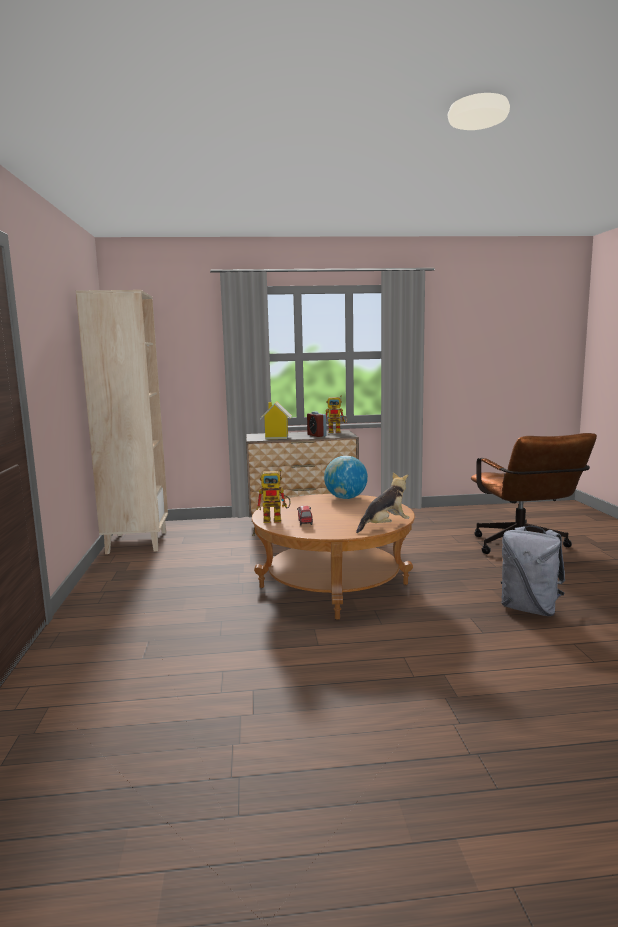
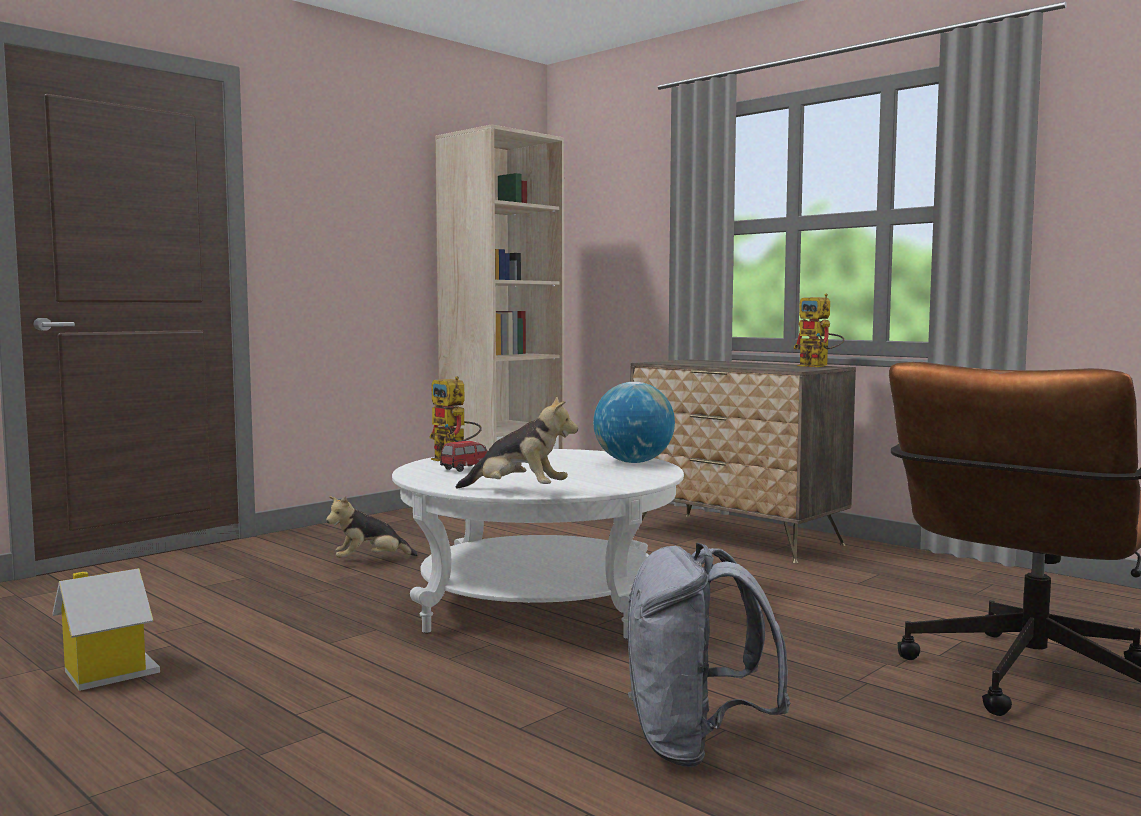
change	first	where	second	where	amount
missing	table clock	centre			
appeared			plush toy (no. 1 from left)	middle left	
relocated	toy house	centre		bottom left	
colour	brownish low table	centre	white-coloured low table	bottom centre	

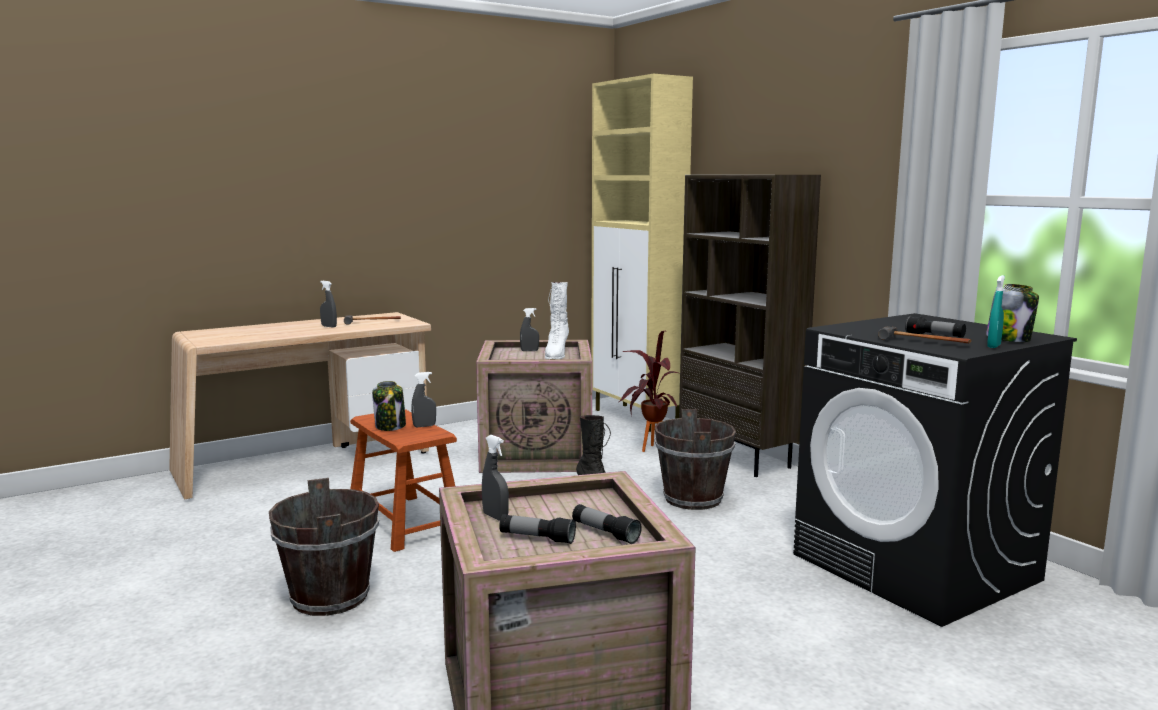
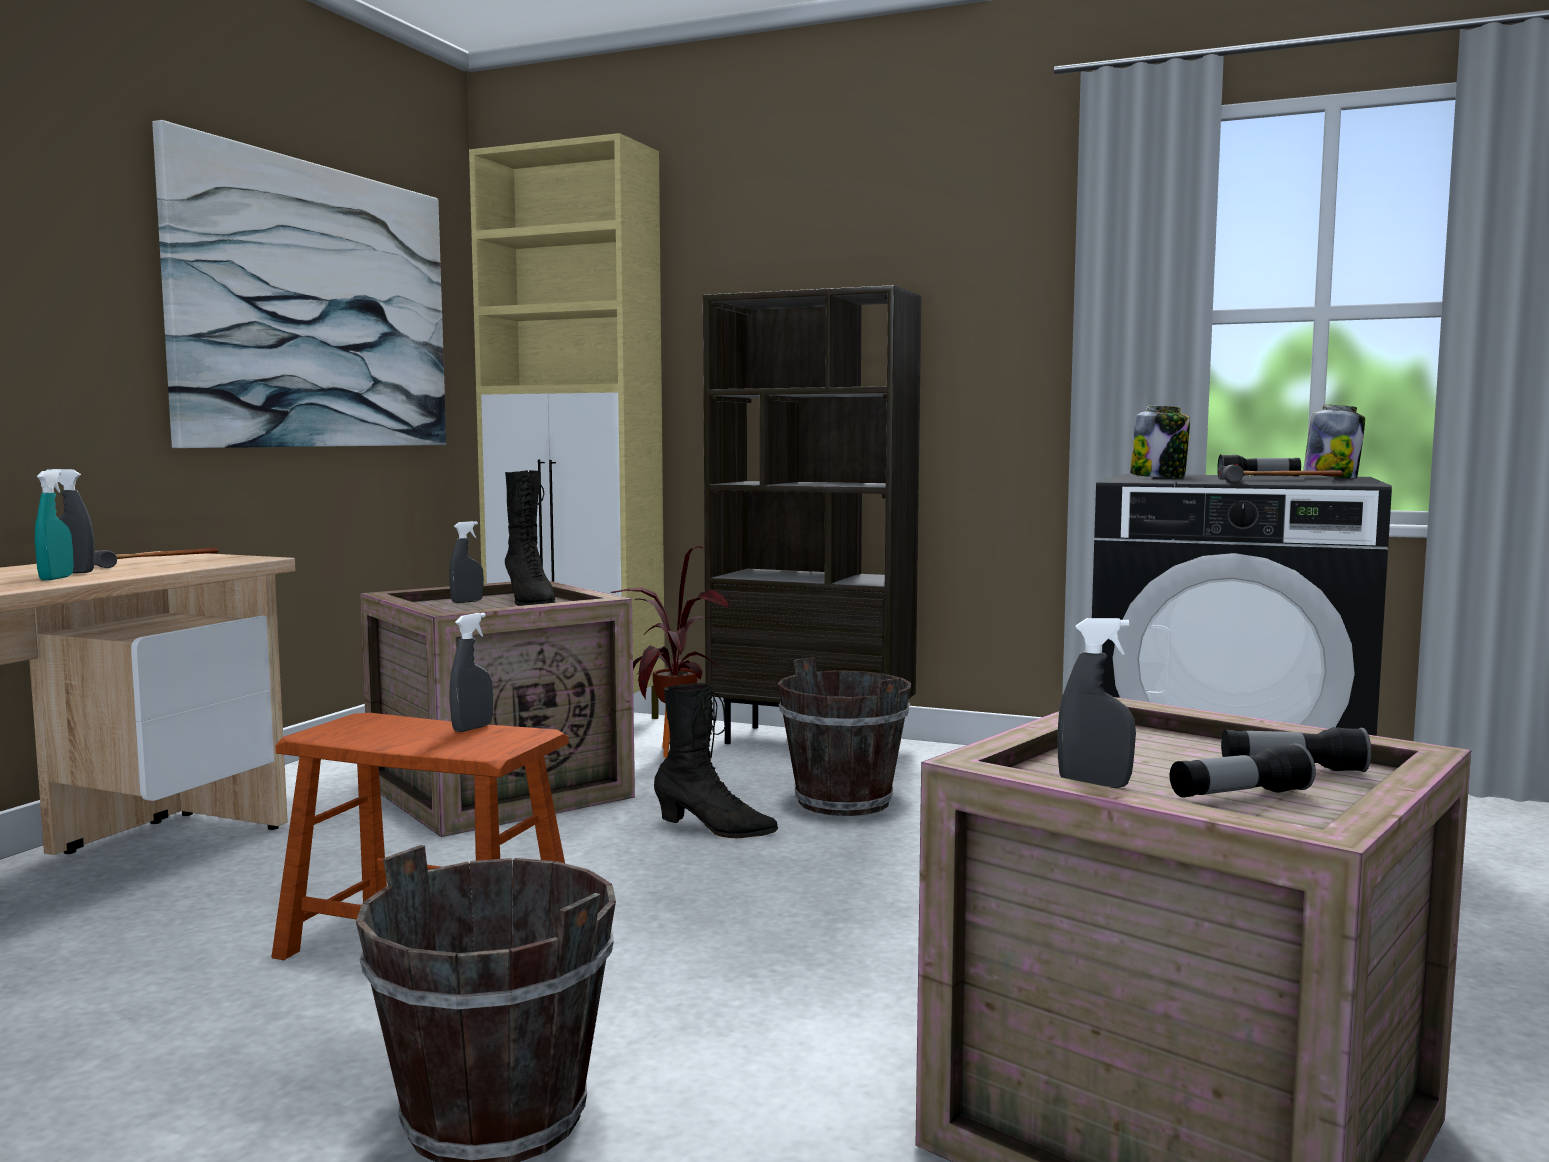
change	first	where	second	where	amount
appeared			wall art	top left	
relocated	jar (no. 1 from left)	centre		middle right	
relocated	blue-green spray bottle	middle right		middle left	
colour	white-coloured high-top boot	centre	blackish high-top boot (no. 1 from left)	centre	

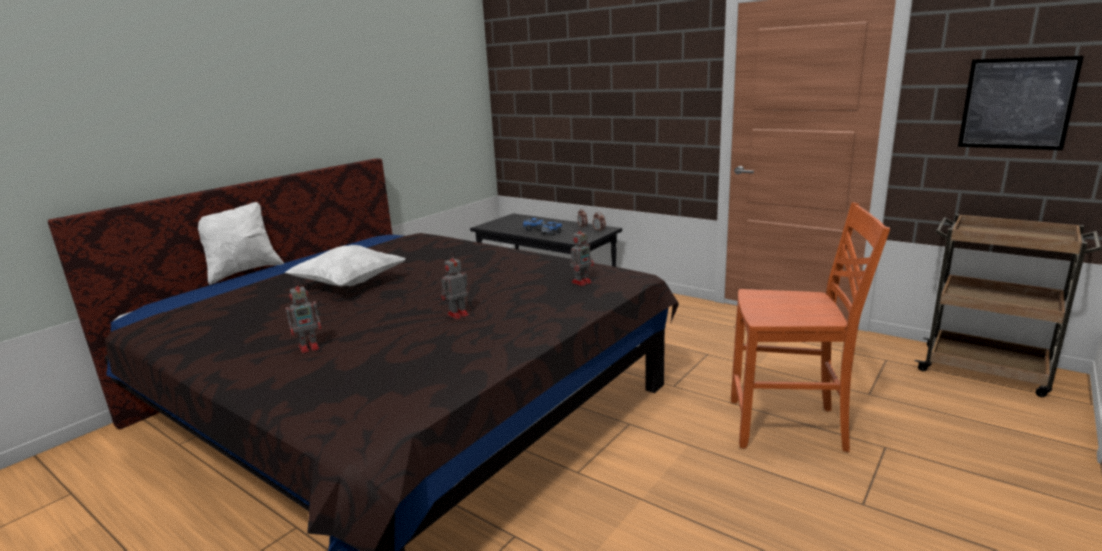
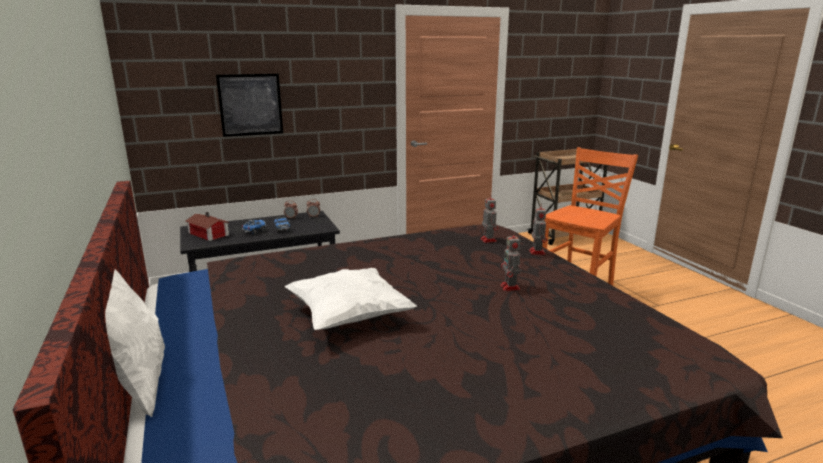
change	first	where	second	where	amount
appeared			toy house	middle left	
relocated	model robot (no. 1 from left in the first image)	middle left	model robot (no. 3 from left)	centre	
relocated	wall art	top right		top left	

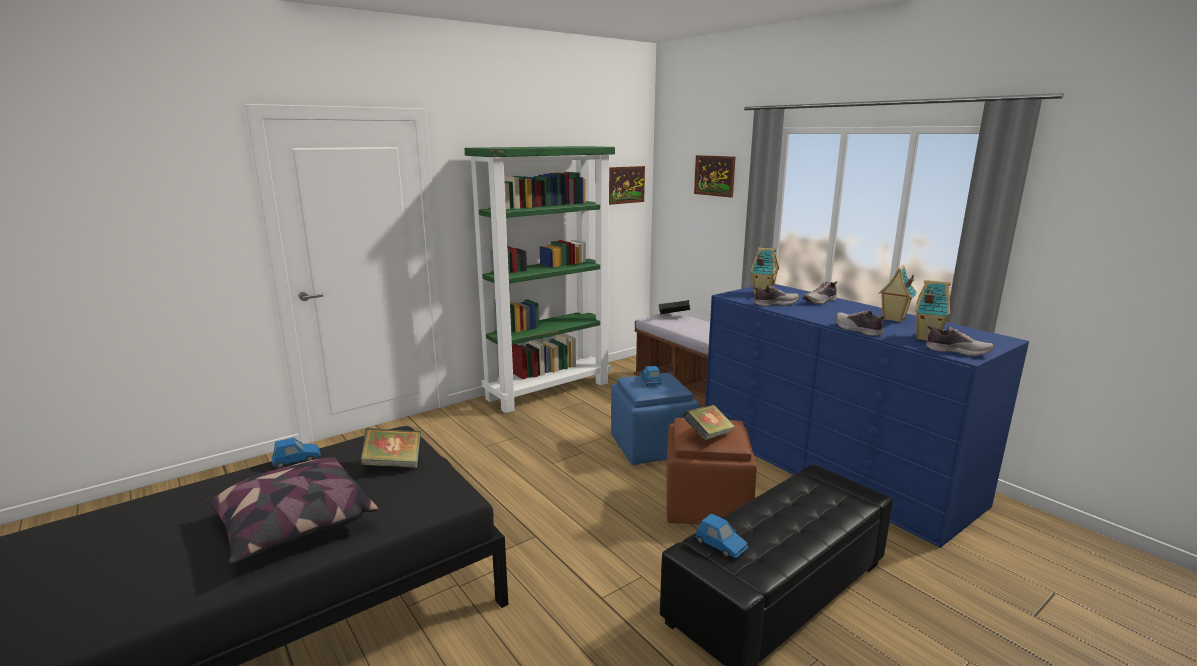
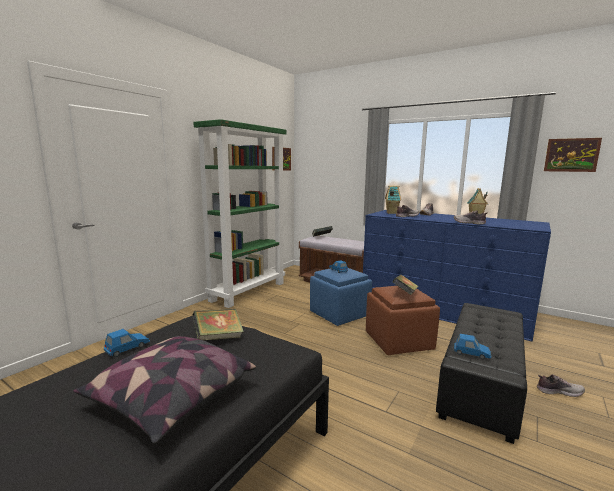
change	first	where	second	where	amount
missing	toy house (no. 3 from left)	middle right			
relocated	wall art (no. 2 from left)	top centre		top right	
relocated	item of footwear (no. 4 from left)	middle right		bottom right	

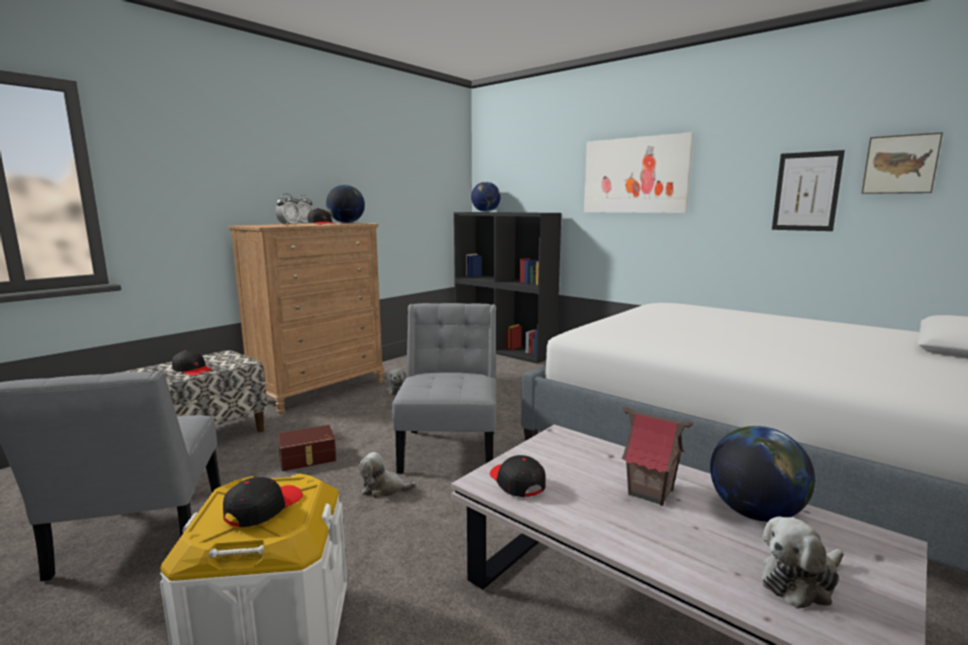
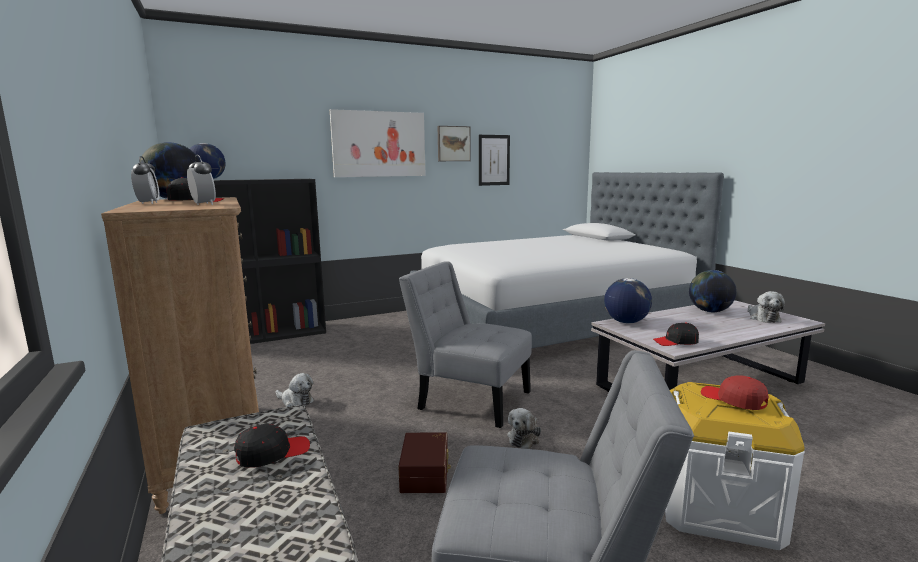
change	first	where	second	where	amount
missing	toy house	bottom right			
appeared			desk globe (no. 3 from left)	middle right	
relocated	wall art (no. 3 from left in the first image)	top right	wall art (no. 2 from left)	top centre	
colour	blackish baseball cap (no. 2 from left)	bottom left	reddish baseball cap	bottom right	

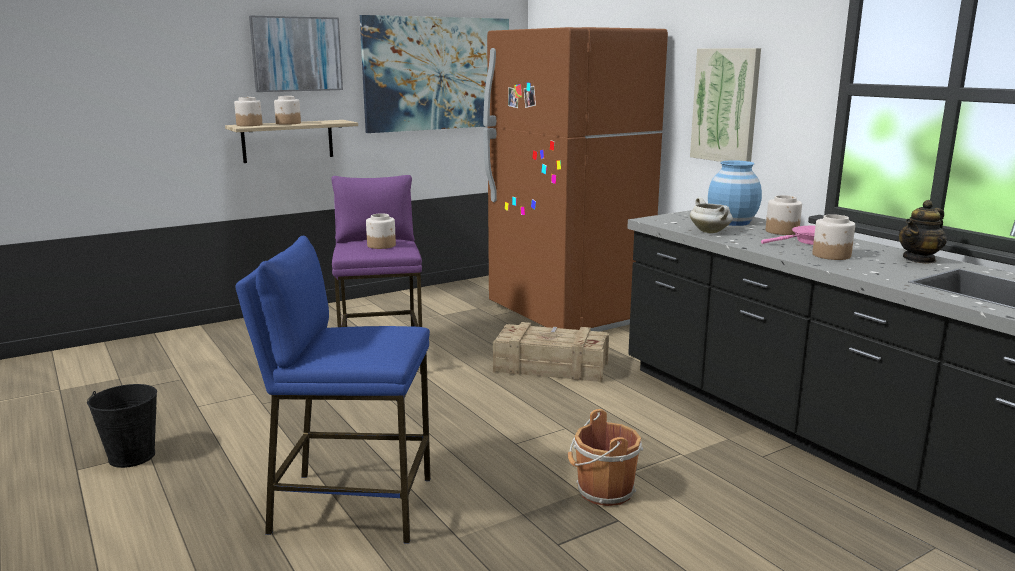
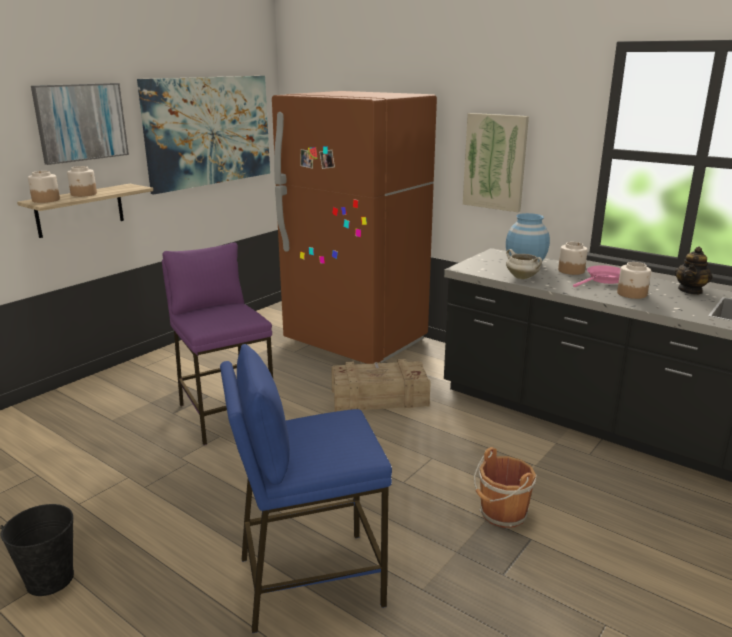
change	first	where	second	where	amount
missing	jar (no. 3 from left)	centre			

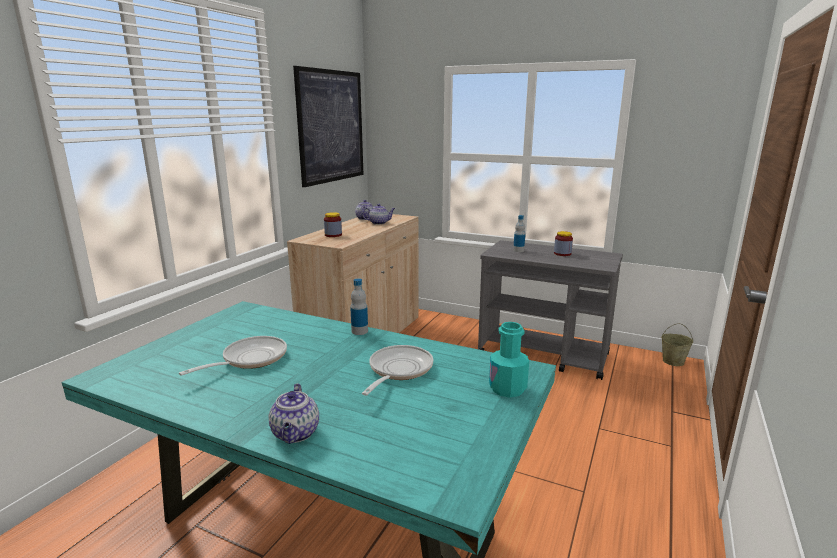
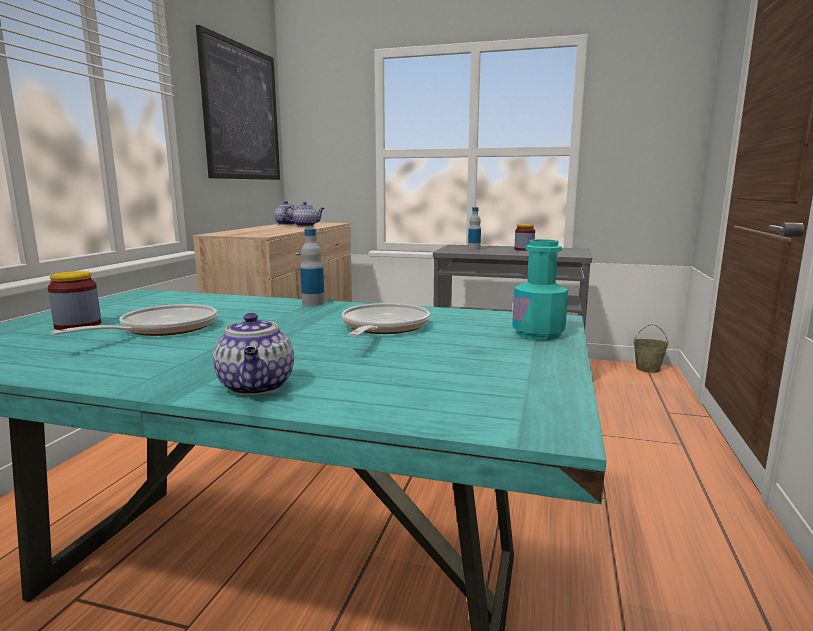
change	first	where	second	where	amount
relocated	jar (no. 1 from left)	centre		middle left	

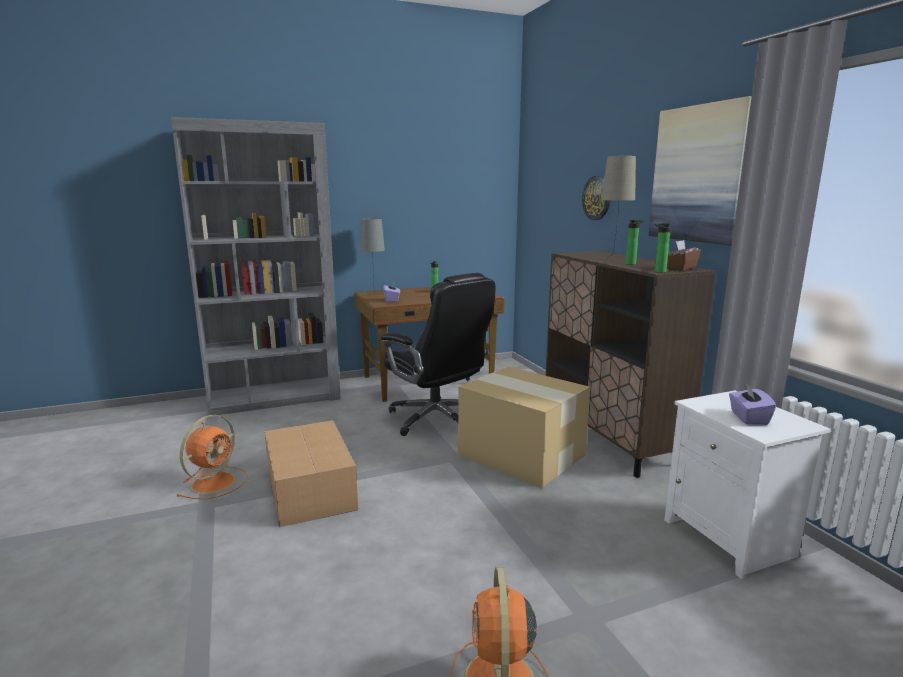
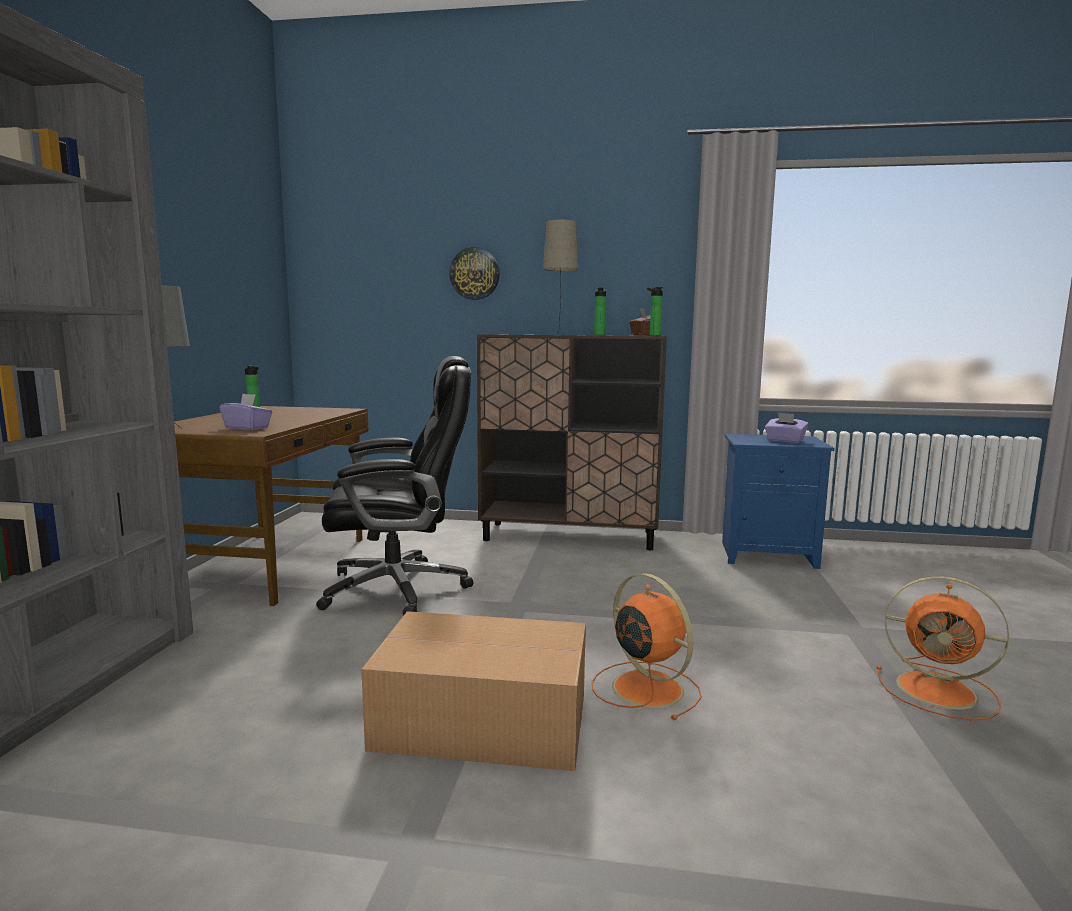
change	first	where	second	where	amount
missing	cardboard box (no. 2 from left)	centre			
missing	wall art	top right			
relocated	orangey fan (no. 1 from left)	bottom left		bottom centre	
colour	white-coloured bedside table	bottom right	blue bedside table	middle right	

